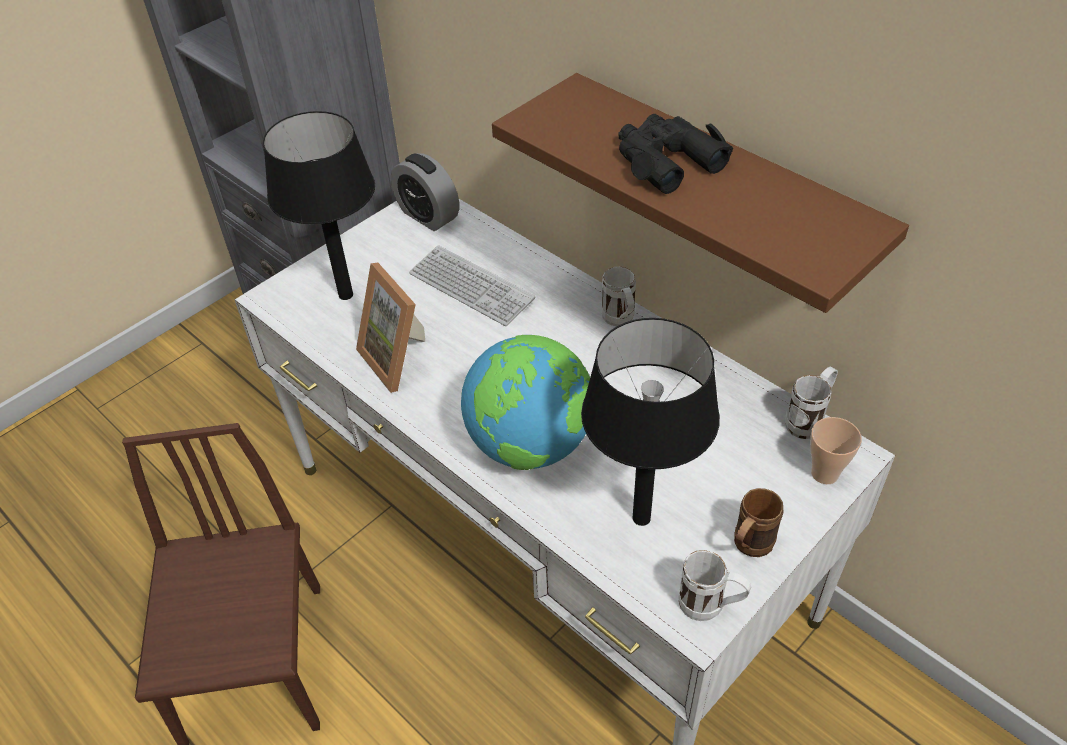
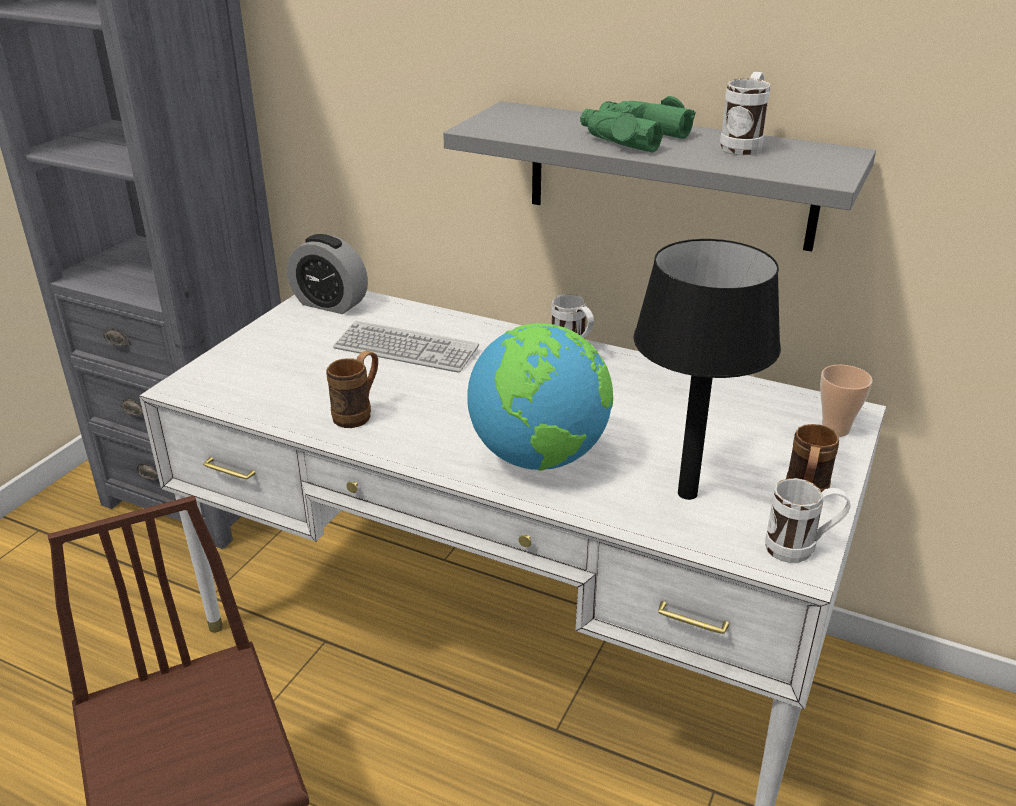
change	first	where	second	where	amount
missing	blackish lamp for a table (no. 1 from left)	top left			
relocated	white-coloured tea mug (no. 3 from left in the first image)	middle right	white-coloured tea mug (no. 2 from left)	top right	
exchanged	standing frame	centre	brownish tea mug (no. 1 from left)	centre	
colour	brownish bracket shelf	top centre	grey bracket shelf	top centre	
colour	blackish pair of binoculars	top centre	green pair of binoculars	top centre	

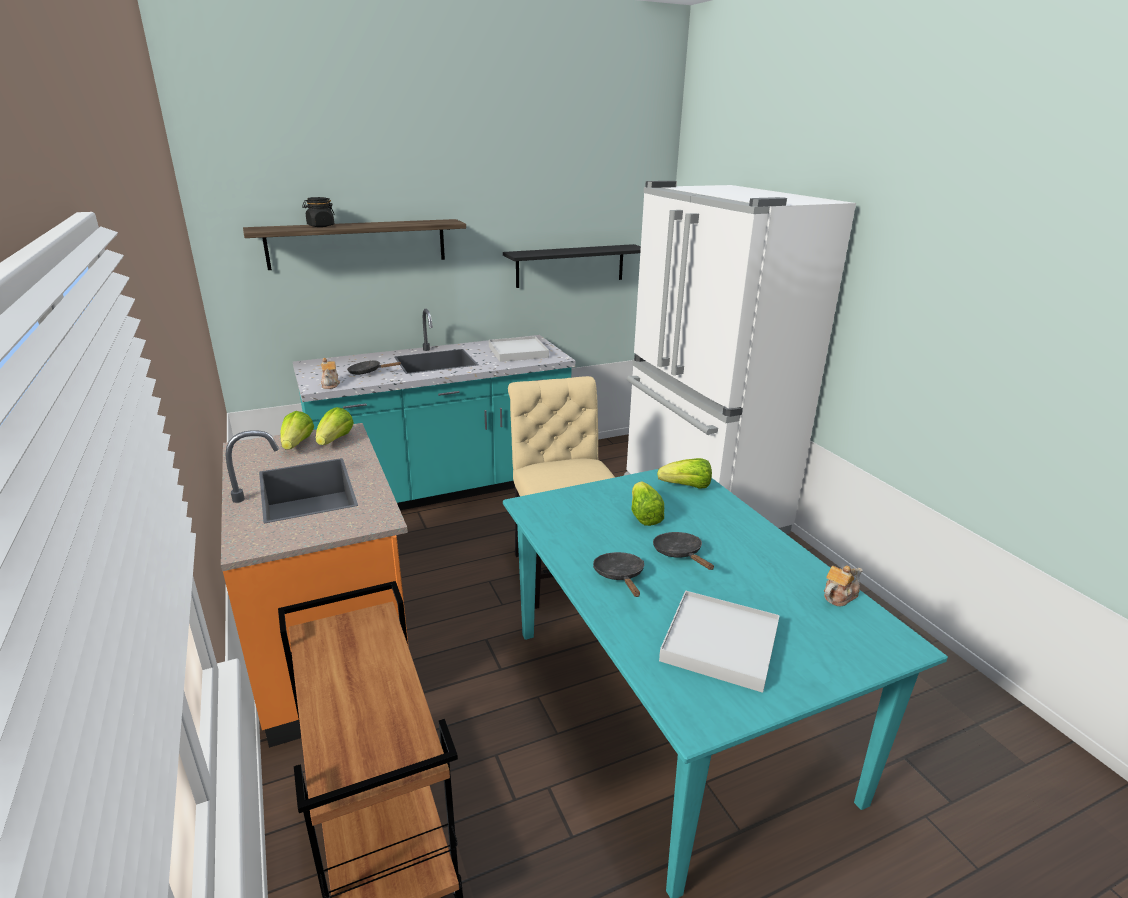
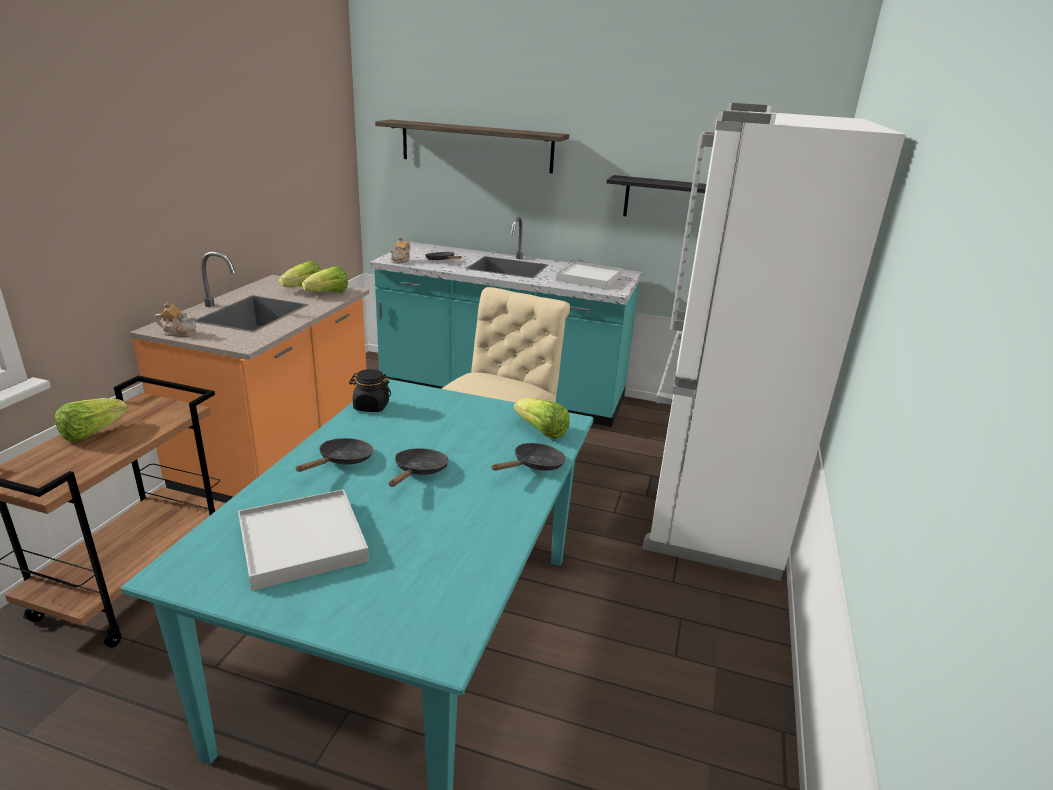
change	first	where	second	where	amount
appeared			blackish pan (no. 4 from left)	centre	
relocated	blackish jar	top left		centre	
relocated	head of lettuce (no. 3 from left in the first image)	centre	head of lettuce (no. 1 from left)	middle left	
relocated	pot for tea (no. 2 from left in the first image)	middle right	pot for tea (no. 1 from left)	middle left	

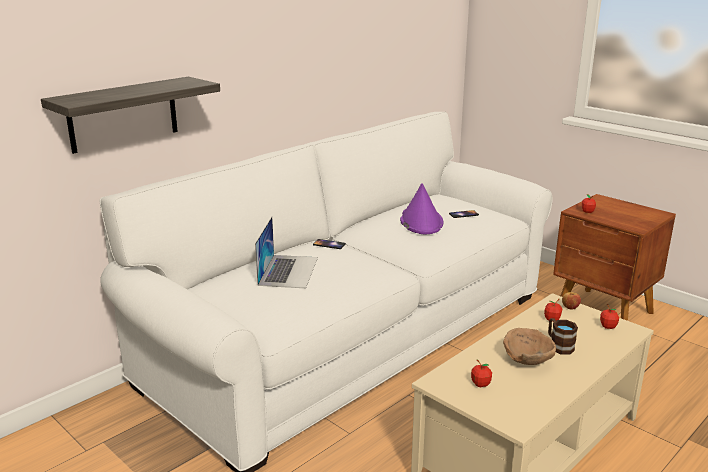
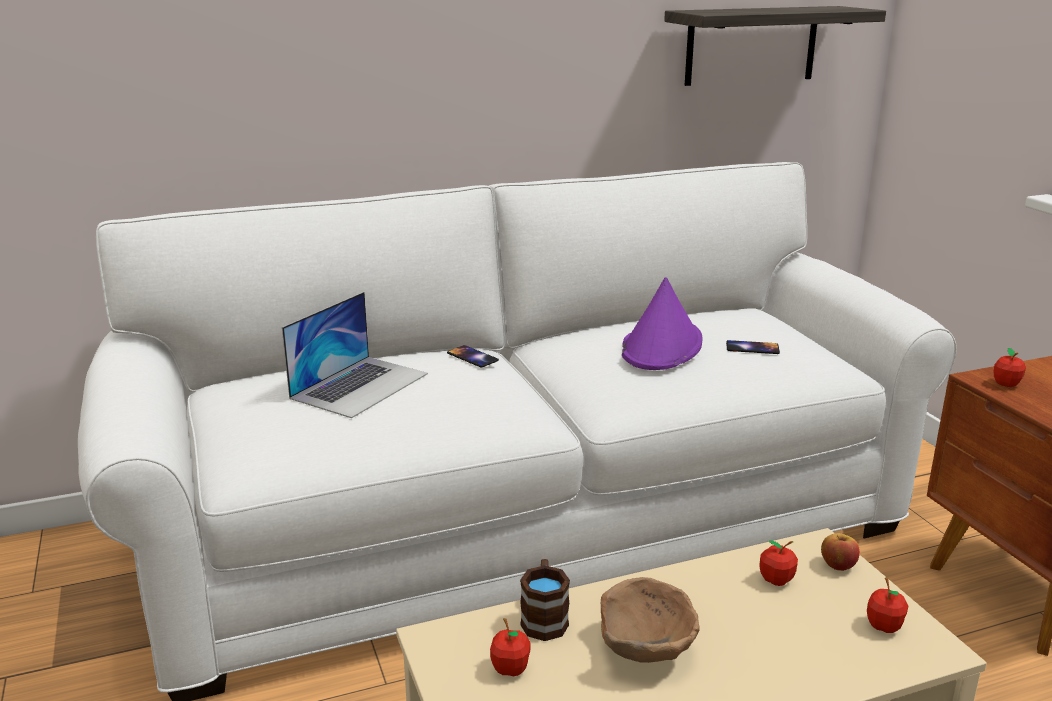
change	first	where	second	where	amount
relocated	bracket shelf	top left		top right	
relocated	brownish tea mug	bottom right		bottom centre	

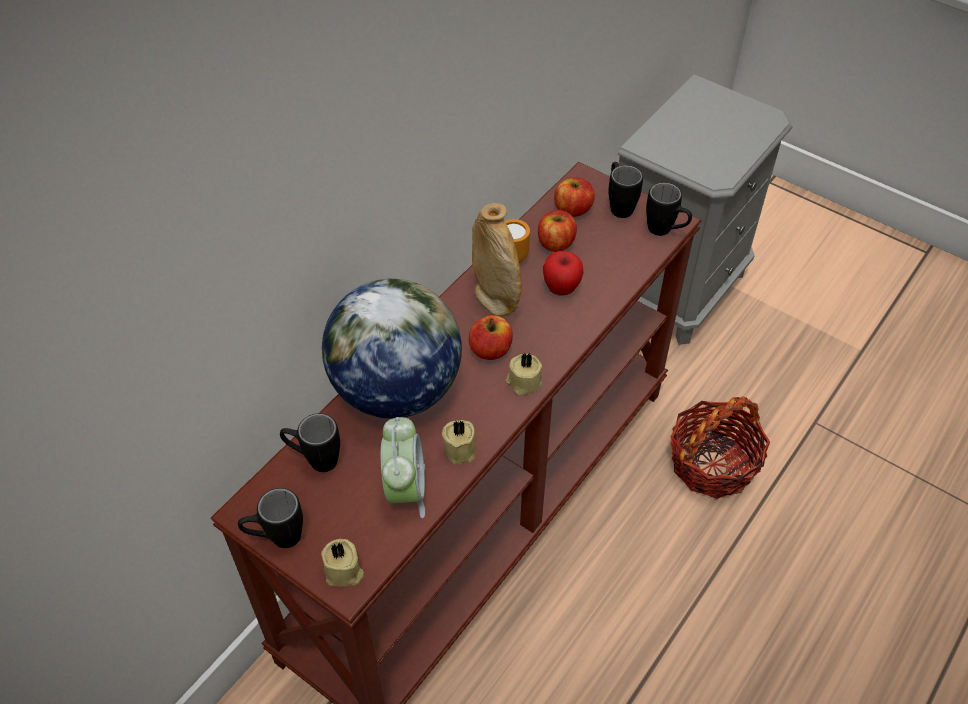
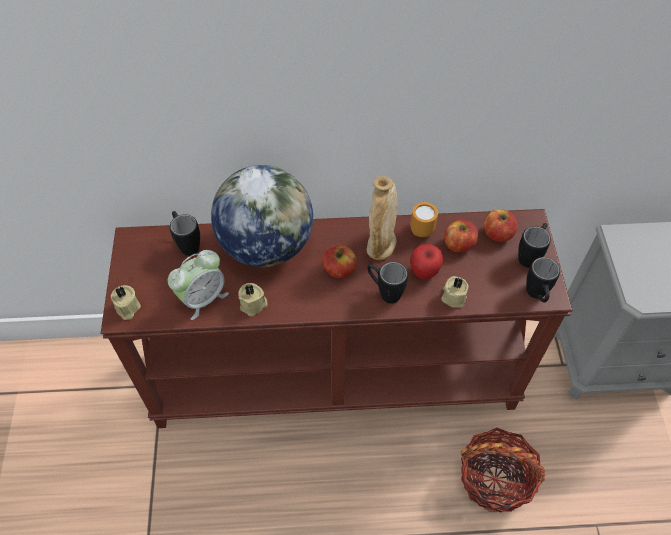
change	first	where	second	where	amount
relocated	blackish tea mug (no. 1 from left in the first image)	bottom left	blackish tea mug (no. 2 from left)	centre	
relocated	beige wax candle (no. 3 from left)	centre		middle right	

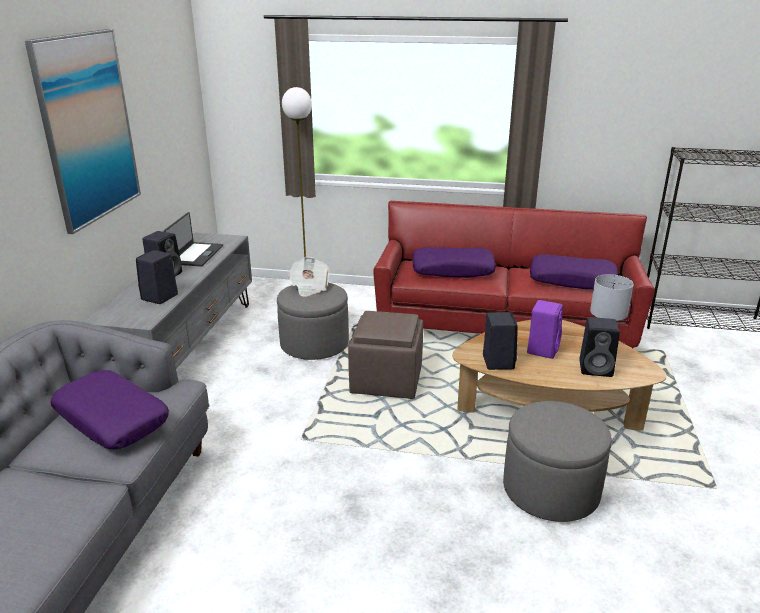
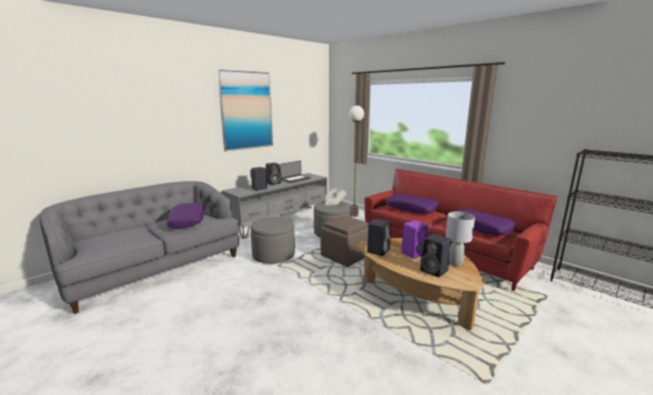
change	first	where	second	where	amount
relocated	grey ottoman (no. 2 from left in the first image)	bottom right	grey ottoman (no. 1 from left)	centre	

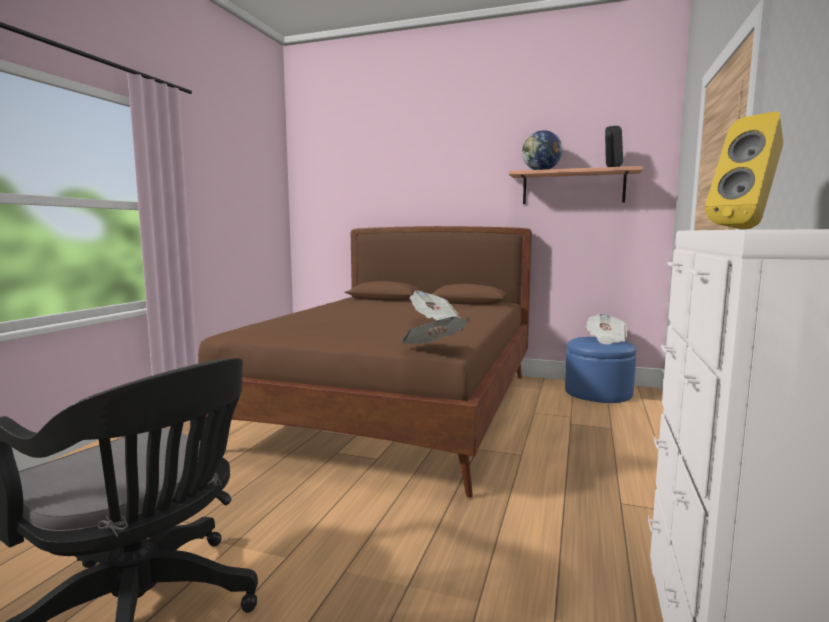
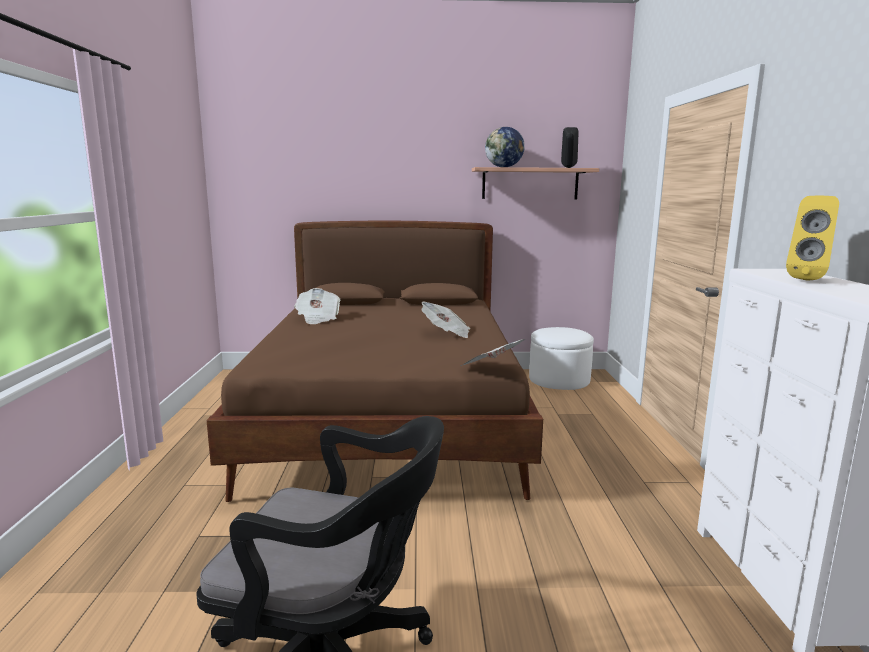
change	first	where	second	where	amount
relocated	daily paper (no. 3 from left in the first image)	middle right	daily paper (no. 1 from left)	centre	
colour	blue ottoman	middle right	white-coloured ottoman	centre	

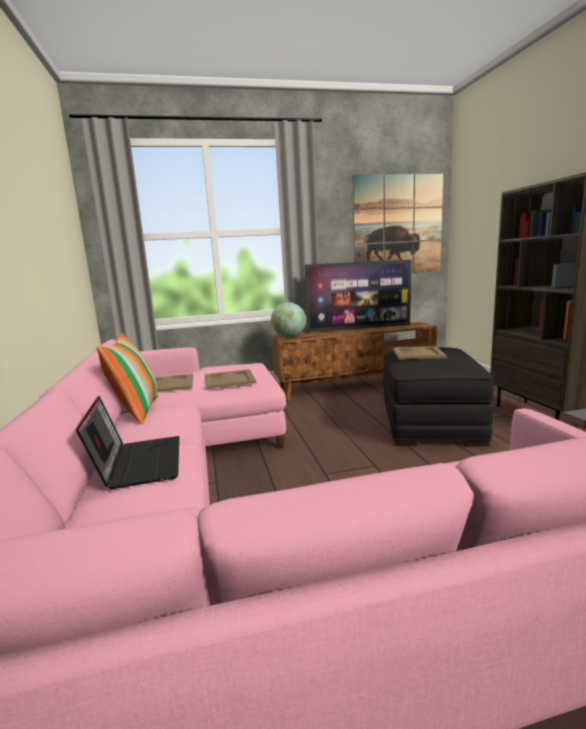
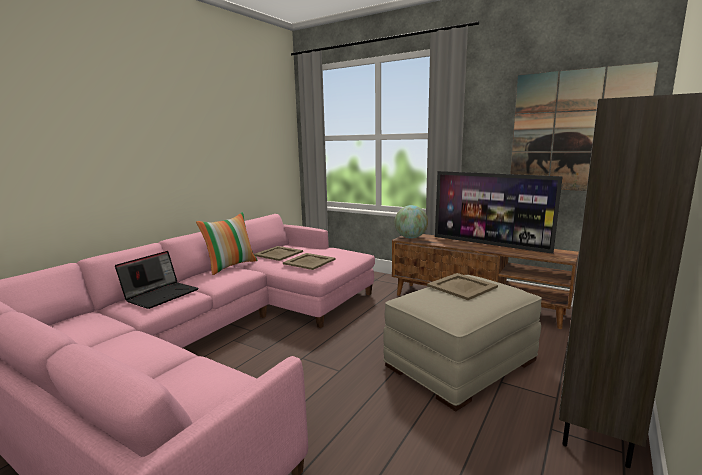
change	first	where	second	where	amount
colour	blackish ottoman	middle right	beige ottoman	bottom centre	

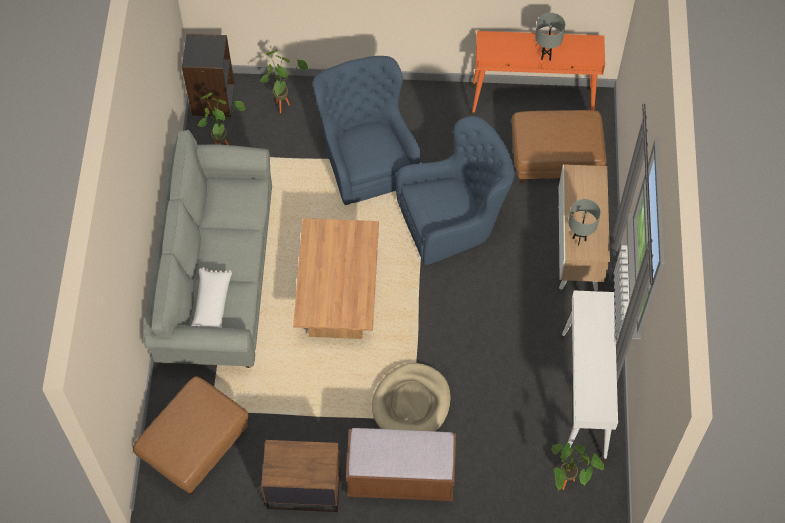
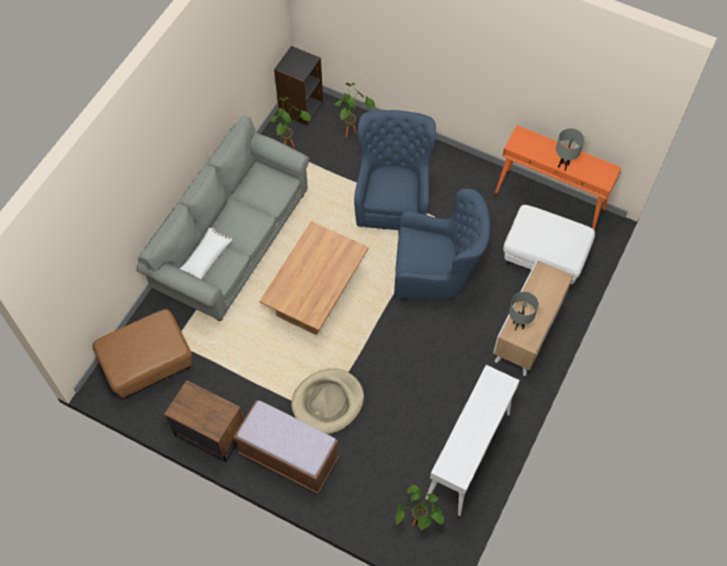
change	first	where	second	where	amount
colour	brownish ottoman (no. 2 from left)	top right	white-coloured ottoman	middle right	

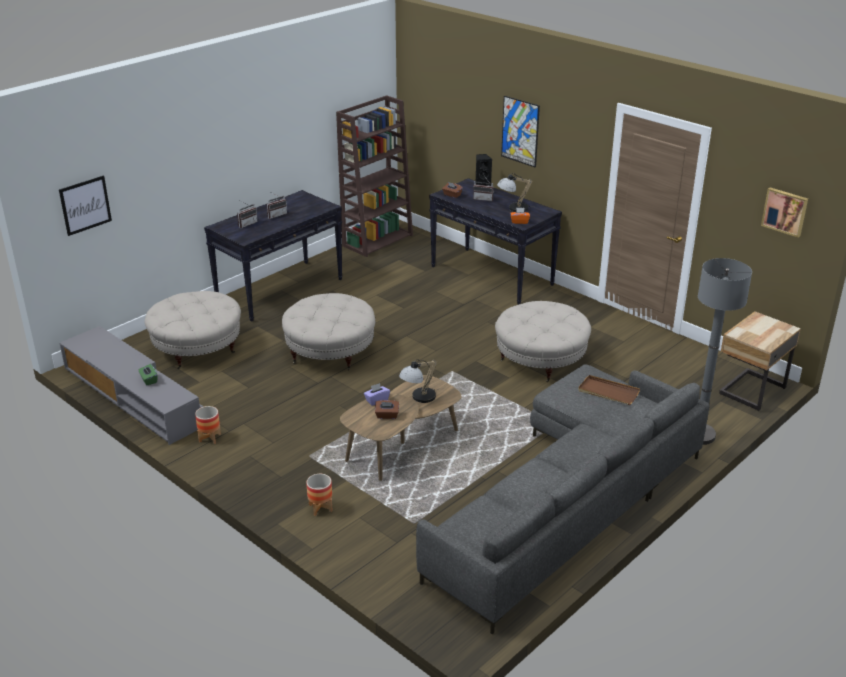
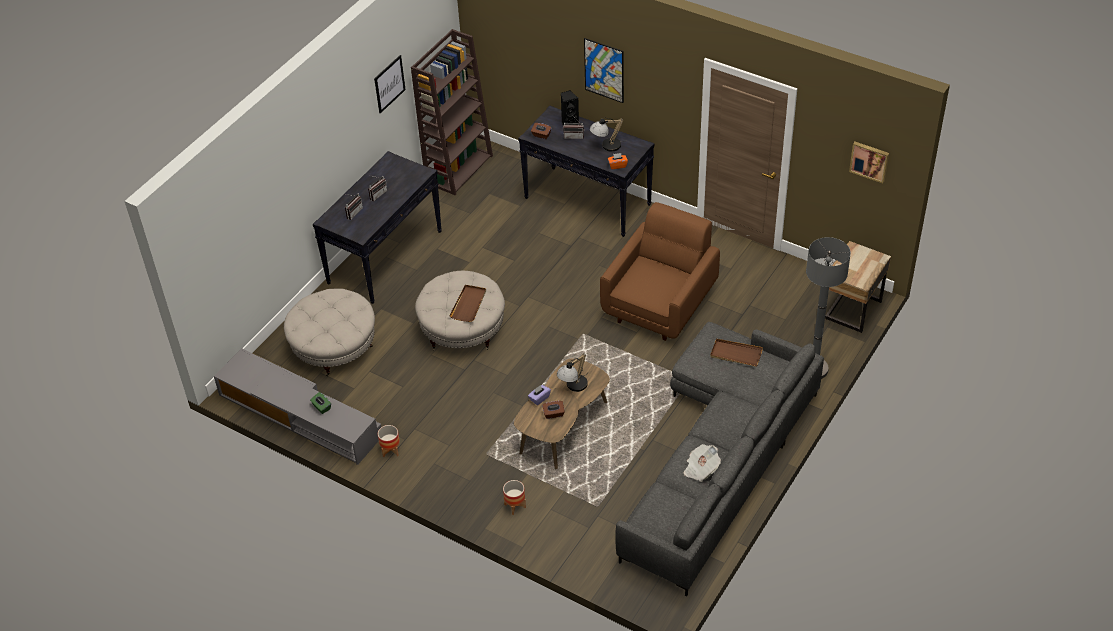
change	first	where	second	where	amount
appeared			brownish serving tray (no. 1 from left)	centre	
appeared			daily paper	bottom centre	
relocated	wall art (no. 1 from left)	top left		top centre	
exchanged	beige ottoman (no. 3 from left)	centre	brownish lounge chair	centre	

